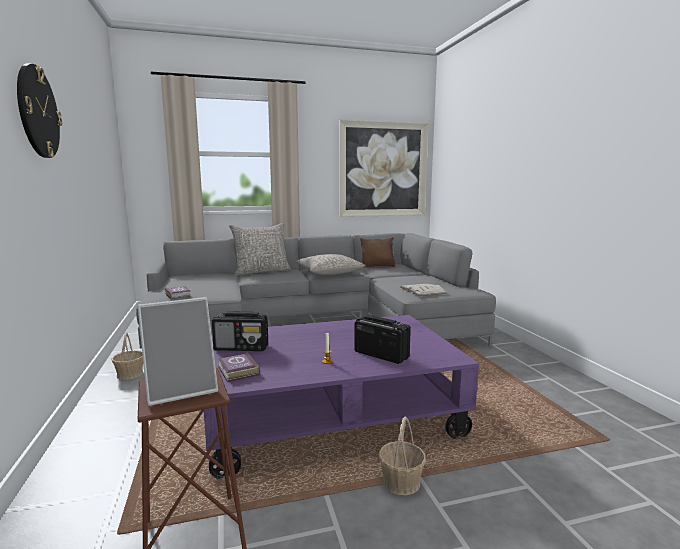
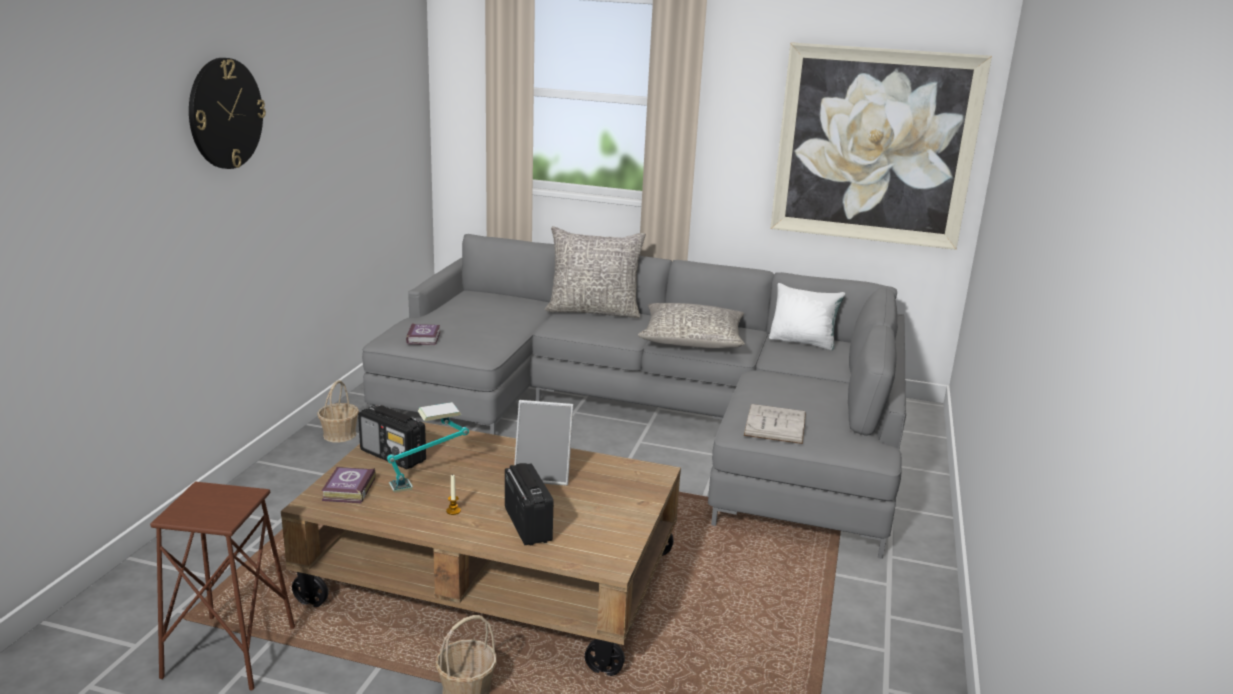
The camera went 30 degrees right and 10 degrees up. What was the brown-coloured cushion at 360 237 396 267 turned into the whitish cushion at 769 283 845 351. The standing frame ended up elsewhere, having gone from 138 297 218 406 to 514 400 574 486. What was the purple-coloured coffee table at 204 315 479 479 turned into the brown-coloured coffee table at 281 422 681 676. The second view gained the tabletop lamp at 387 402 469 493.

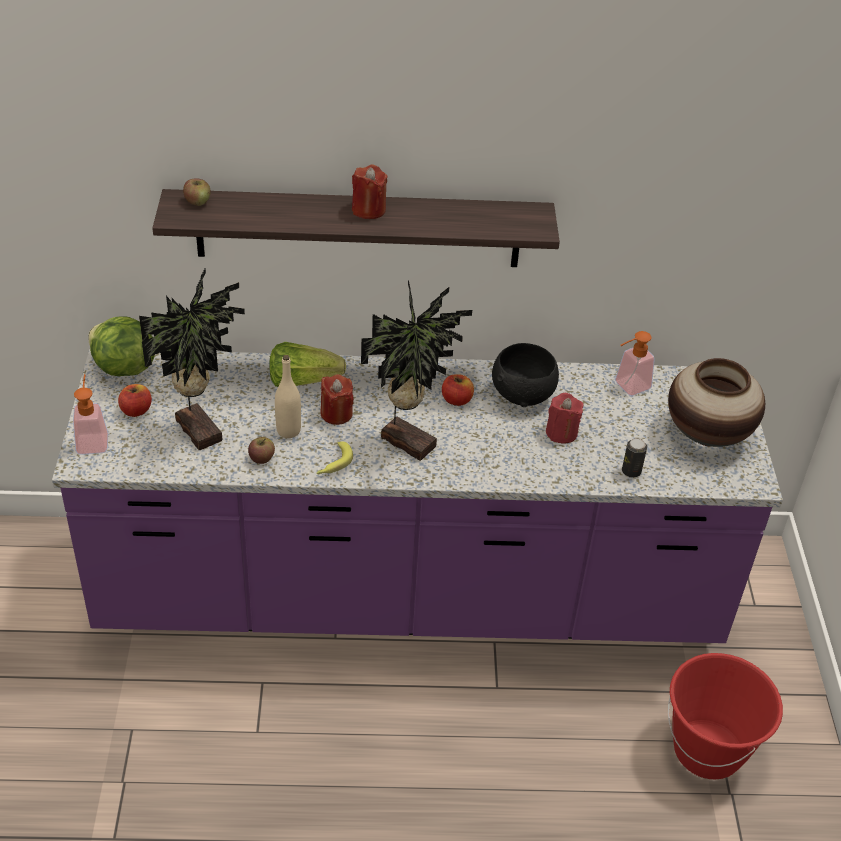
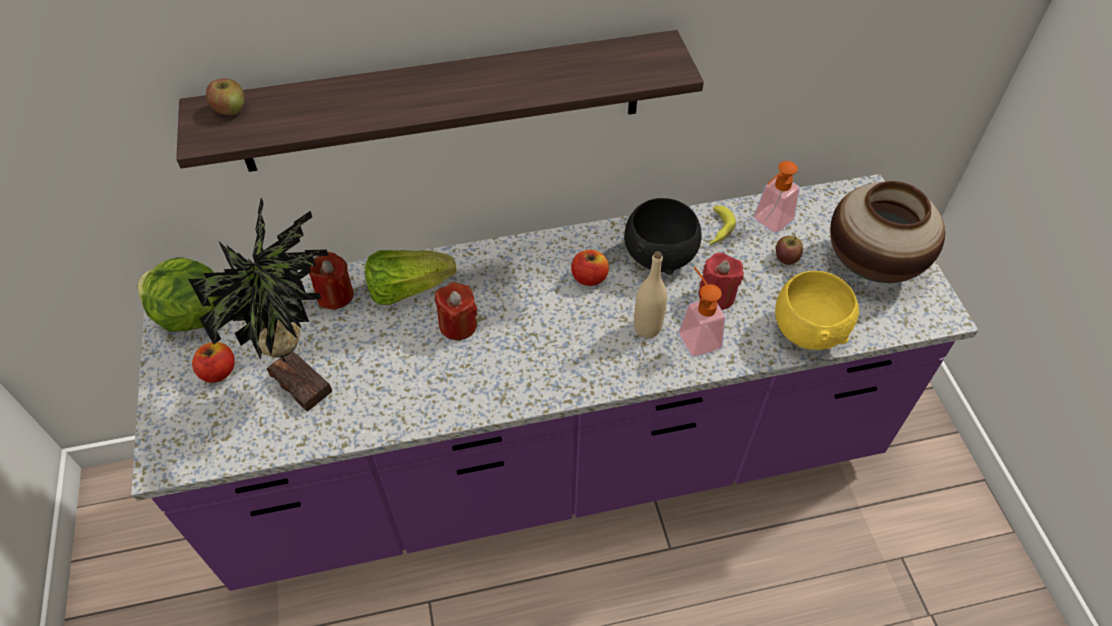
The camera went 10 degrees left and 10 degrees up. The reddish candle ended up elsewhere, having gone from 352 164 388 219 to 309 252 354 309. The second view lost the houseplant at 361 280 472 461. The beige-coloured drink bottle ended up elsewhere, having gone from 275 355 301 438 to 634 251 667 338. The soap bottle ended up elsewhere, having gone from 73 374 108 455 to 678 267 725 357. The apple fruit ended up elsewhere, having gone from 248 437 275 464 to 776 236 803 265. Where the metal can stood at 622 438 647 478, the yellow-coloured serving bowl came to stand at 775 271 859 350. The banana ended up elsewhere, having gone from 316 441 353 475 to 710 205 736 245. The second view lost the reddish bucket at 668 653 783 779.

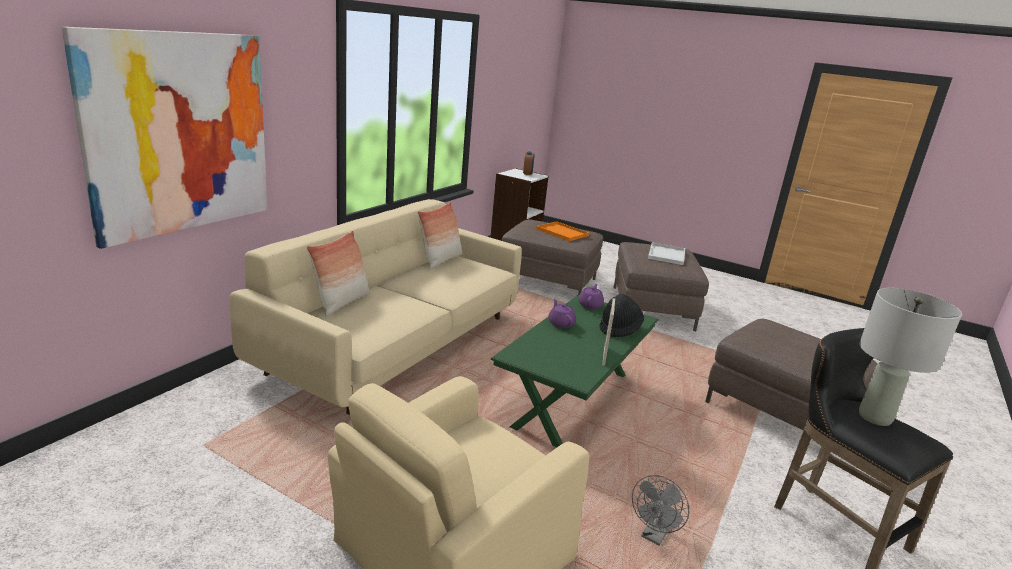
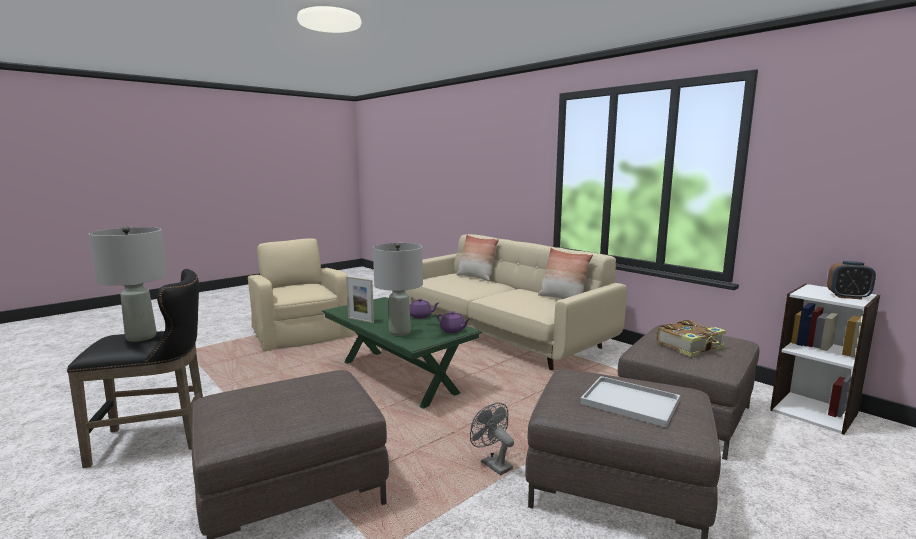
The camera went 110 degrees right and 10 degrees down. The second view lost the wall art at 62 27 267 249. Where the orange-coloured serving tray stood at 536 221 589 241, the bound book came to stand at 656 320 726 357. Where the black hat stood at 599 294 644 337, the grey tabletop lamp came to stand at 373 243 423 336. The grey cooling fan ended up elsewhere, having gone from 632 475 689 546 to 470 403 514 475.

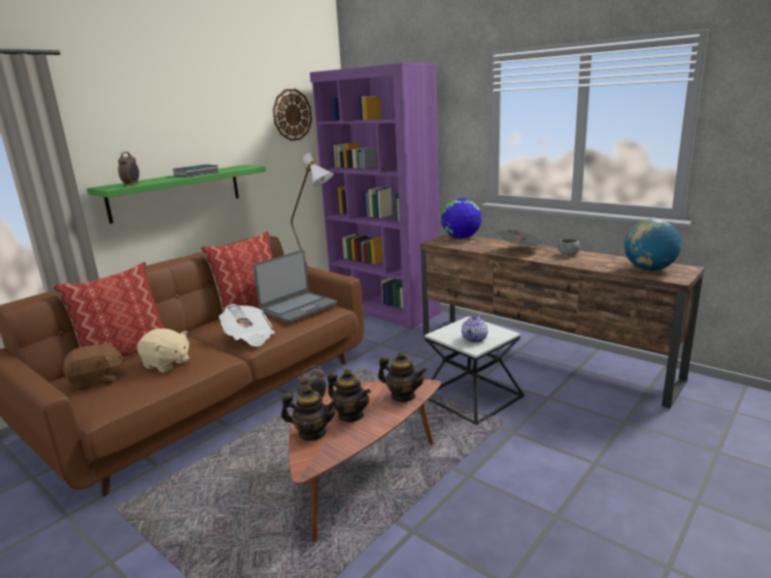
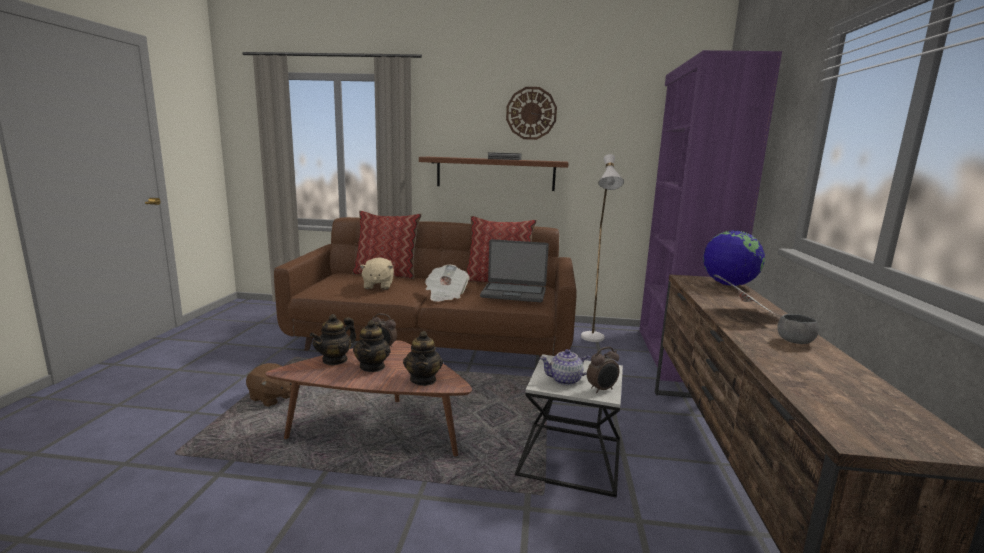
The camera went 55 degrees right and 5 degrees down. The hanging clock ended up elsewhere, having gone from 273 89 312 141 to 506 87 557 140. The alarm clock ended up elsewhere, having gone from 118 152 139 186 to 587 347 620 393. What was the green wall shelf at 87 165 266 224 turned into the brown-coloured wall shelf at 419 157 569 191. The second view lost the world globe at 624 219 681 271. The brown-coloured soft toy ended up elsewhere, having gone from 63 341 126 391 to 246 363 292 407. The pot for tea at 281 385 338 441 ended up facing another way, 60 degrees clockwise from before.

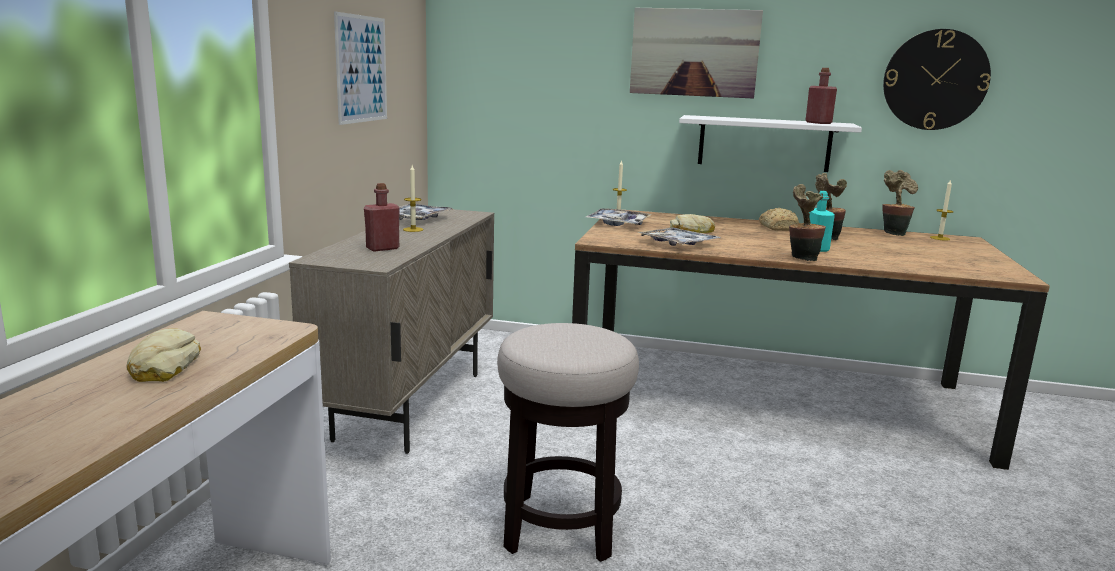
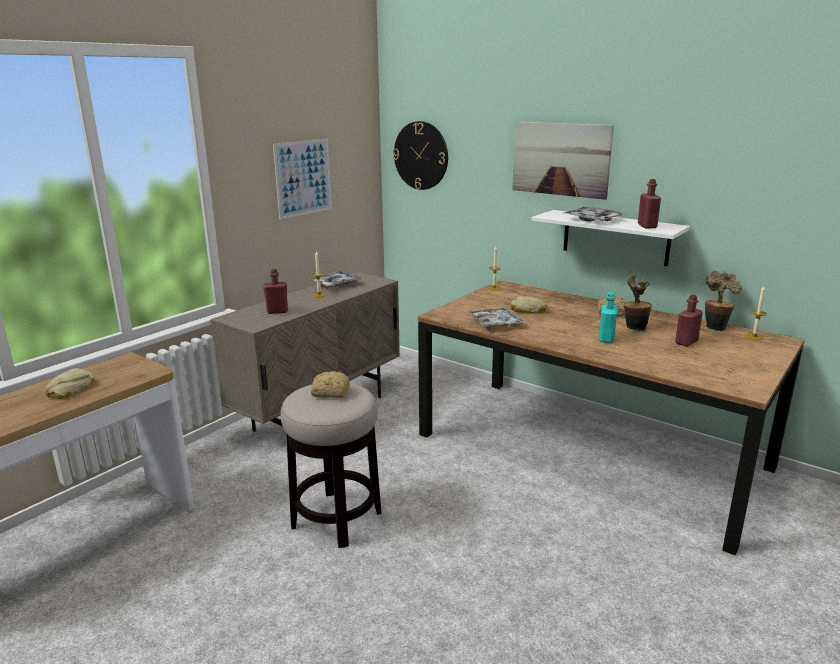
The camera went 25 degrees right and 5 degrees up. The hanging clock ended up elsewhere, having gone from 883 29 991 130 to 393 121 448 190. The second view lost the houseplant at 789 184 826 261. The serving tray ended up elsewhere, having gone from 586 208 652 226 to 563 207 624 222. The second view gained the reddish drink bottle at 675 295 703 347. The second view gained the bread at 311 371 350 398.

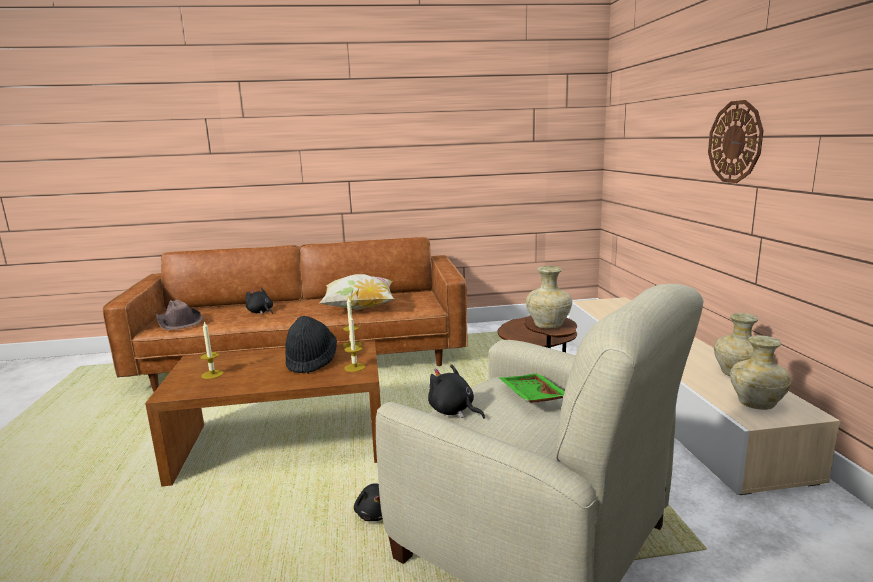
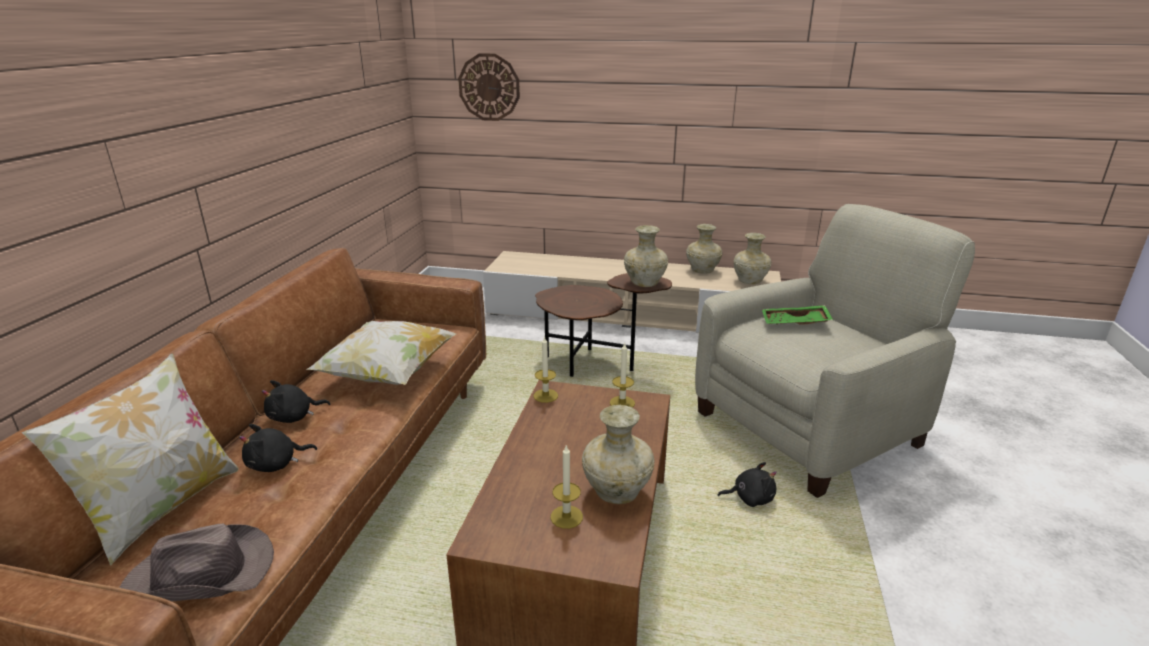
The camera went 70 degrees left and 10 degrees up. The hanging clock ended up elsewhere, having gone from 708 100 764 183 to 458 53 520 121. The second view lost the black hat at 285 316 337 374. The black soft toy ended up elsewhere, having gone from 428 364 485 419 to 262 380 331 423. The second view gained the cushion at 22 354 239 565. The second view gained the beige-coloured flower vase at 582 405 655 504.

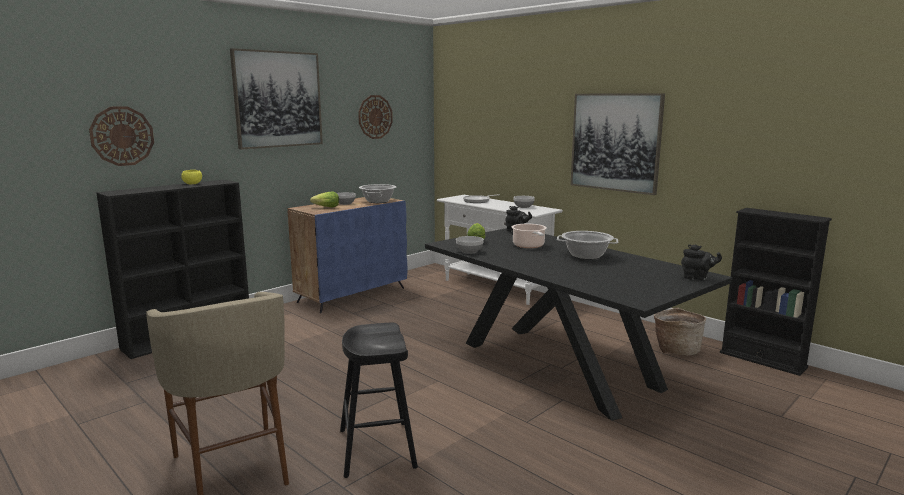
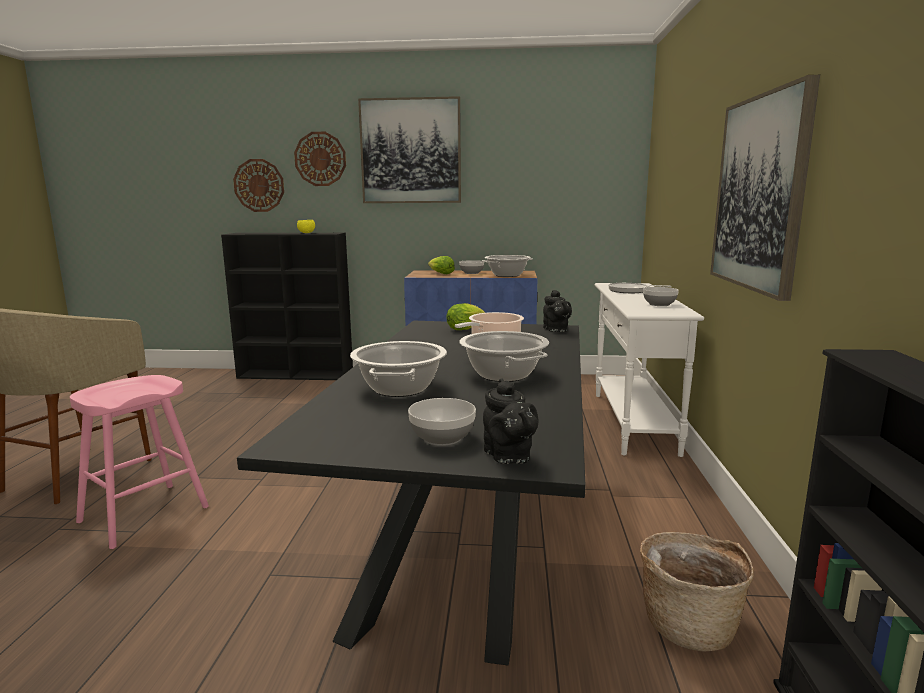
The camera went 50 degrees right and 0 degrees up. The hanging clock ended up elsewhere, having gone from 358 95 393 139 to 294 132 346 186. The serving bowl ended up elsewhere, having gone from 456 236 484 254 to 408 398 476 446. What was the black stool at 340 323 418 478 turned into the pink-coloured stool at 70 375 209 549. The second view gained the cooking pot at 350 341 447 397.

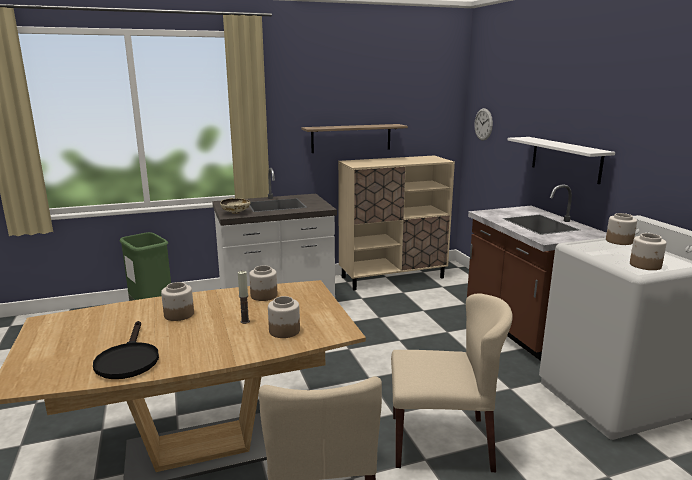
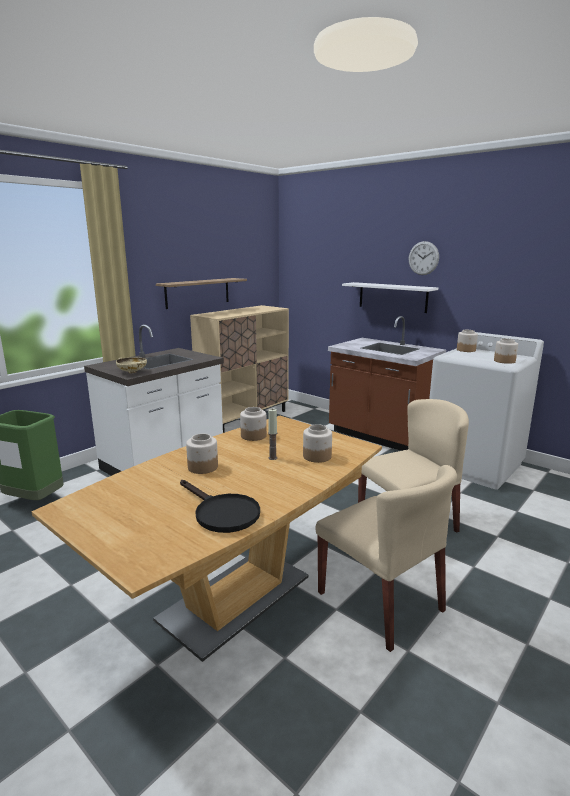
The camera went 30 degrees left and 0 degrees up. The hanging clock ended up elsewhere, having gone from 474 108 493 141 to 409 241 439 275.

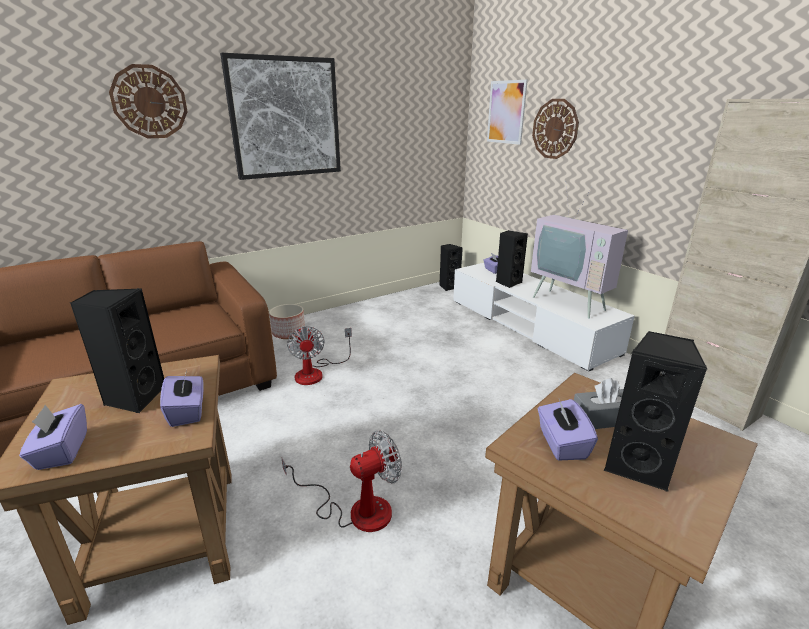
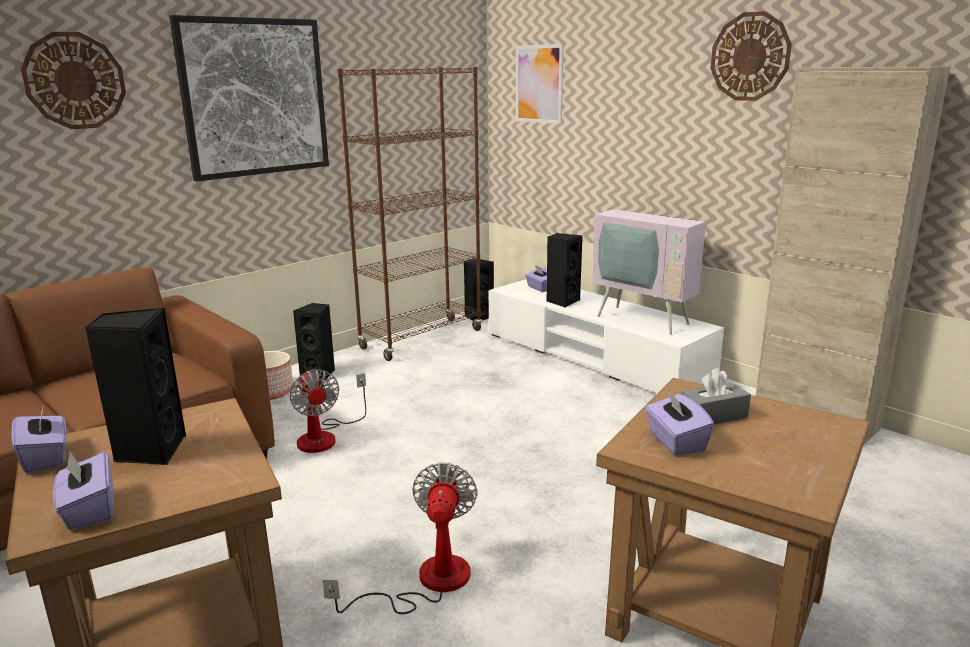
The camera went 10 degrees left and 5 degrees down. The hanging clock ended up elsewhere, having gone from 532 99 579 159 to 711 11 792 101. The black audio speaker ended up elsewhere, having gone from 603 331 708 492 to 293 303 335 380. The purple-coloured box of tissues ended up elsewhere, having gone from 160 370 204 427 to 12 404 67 474. The cooling fan at 281 431 402 532 ended up facing another way, 45 degrees counterclockwise from before. The second view gained the brown-coloured bookshelf at 338 67 482 361.

